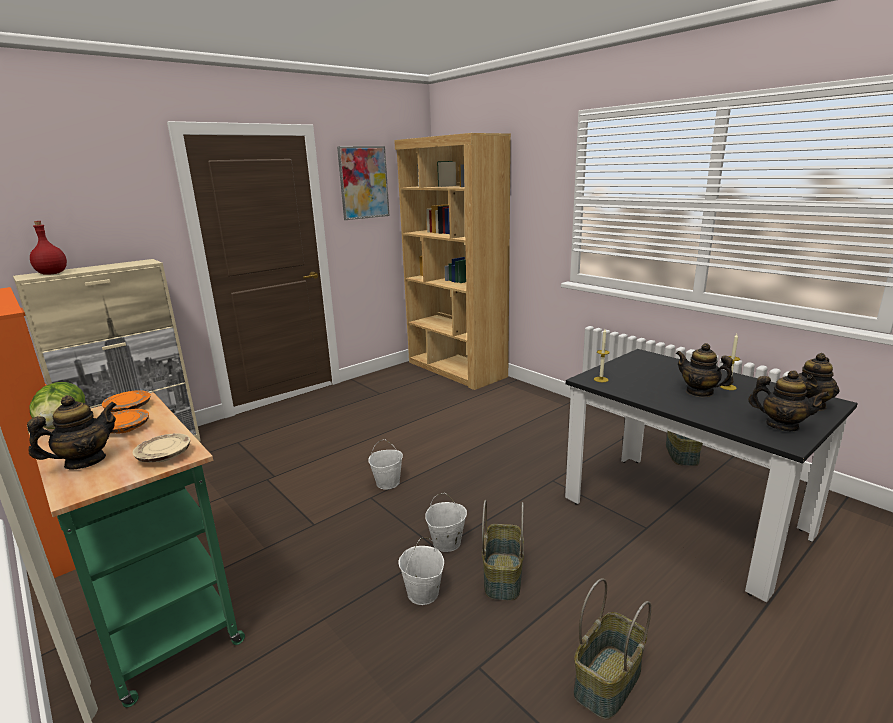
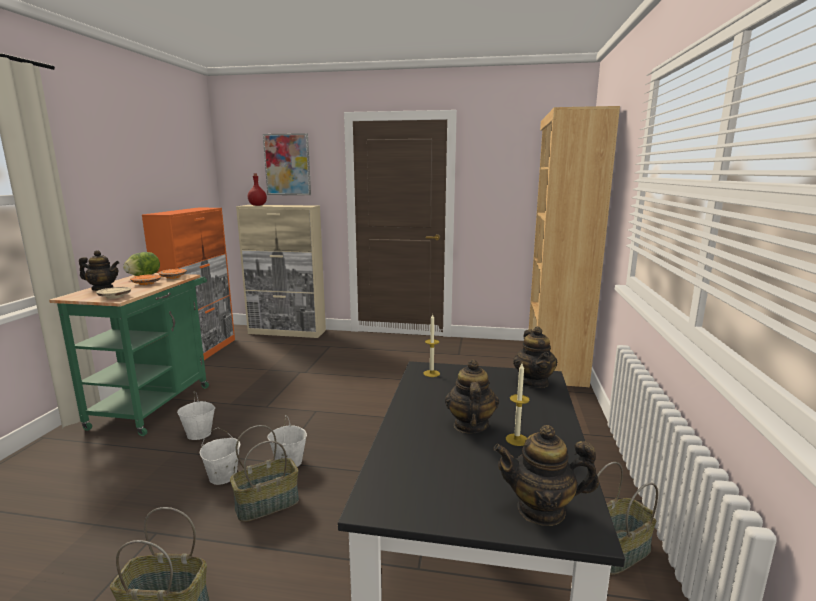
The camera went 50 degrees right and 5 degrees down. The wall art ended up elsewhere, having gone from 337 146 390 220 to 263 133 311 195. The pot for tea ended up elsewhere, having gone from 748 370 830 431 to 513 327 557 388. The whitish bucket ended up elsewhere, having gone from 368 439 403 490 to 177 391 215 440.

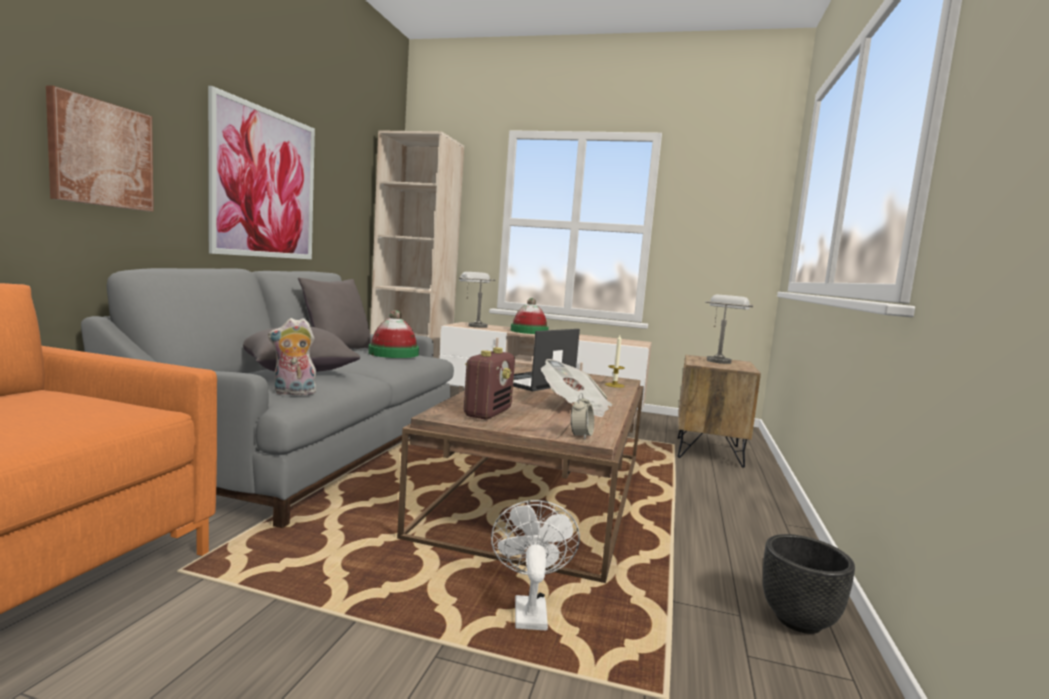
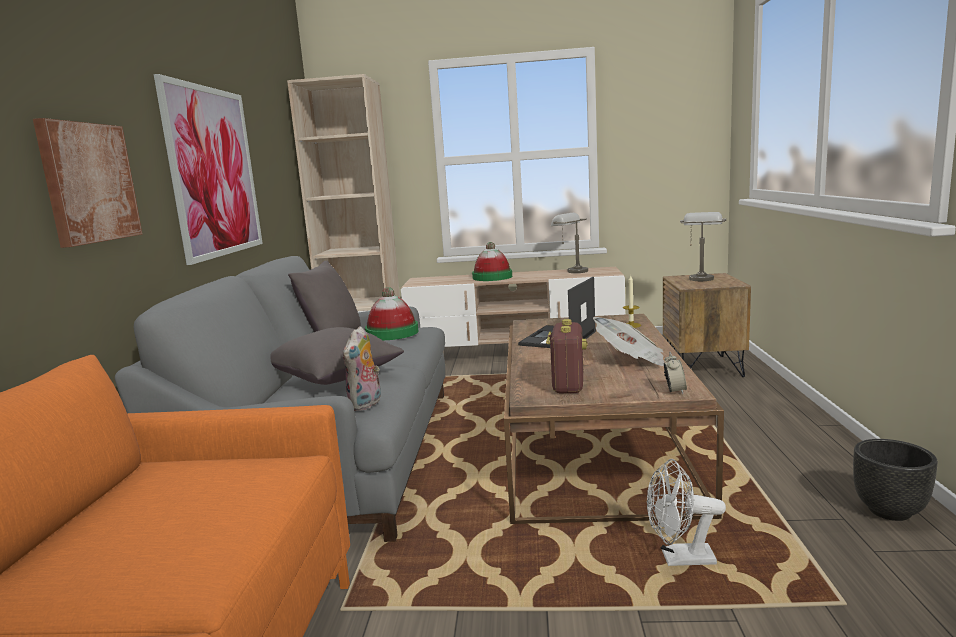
The camera went 10 degrees left and 5 degrees up. The grey tabletop lamp ended up elsewhere, having gone from 459 272 495 328 to 551 213 588 273. The soft toy at 268 318 318 395 ended up facing another way, 45 degrees counterclockwise from before. The whitish cooling fan at 491 500 580 630 ended up facing another way, 75 degrees counterclockwise from before.

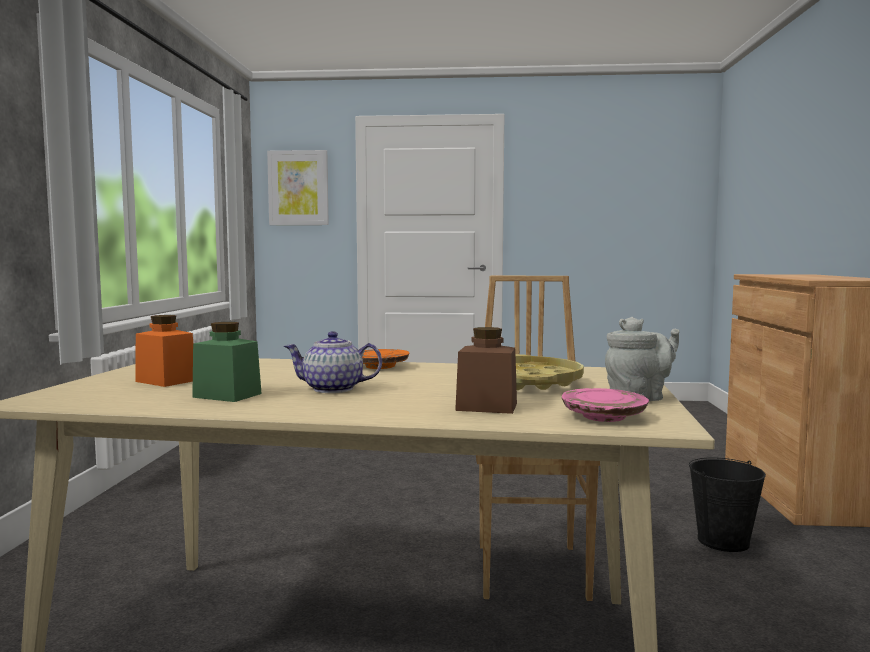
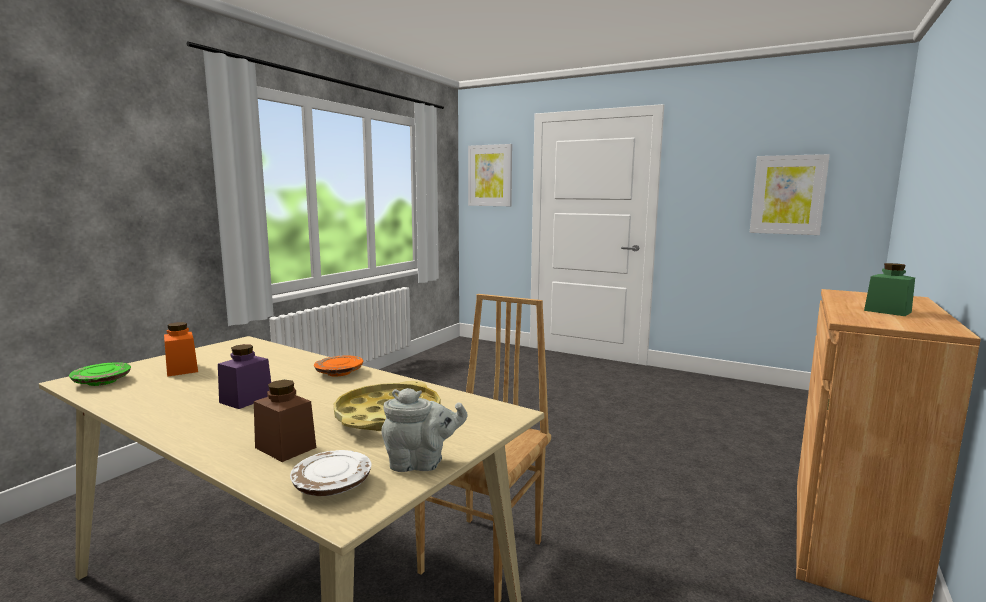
The camera went 25 degrees right and 5 degrees up. The green storage jar ended up elsewhere, having gone from 192 322 262 402 to 864 263 915 316. Where the pot for tea stood at 284 331 382 393, the purple-coloured storage jar came to stand at 218 344 271 409. What was the pink-coloured flat dish at 562 388 649 422 turned into the whitish flat dish at 290 450 372 496. The second view lost the black bucket at 689 458 766 552. The second view gained the wall art at 750 154 830 235. The second view gained the green flat dish at 69 362 131 386.

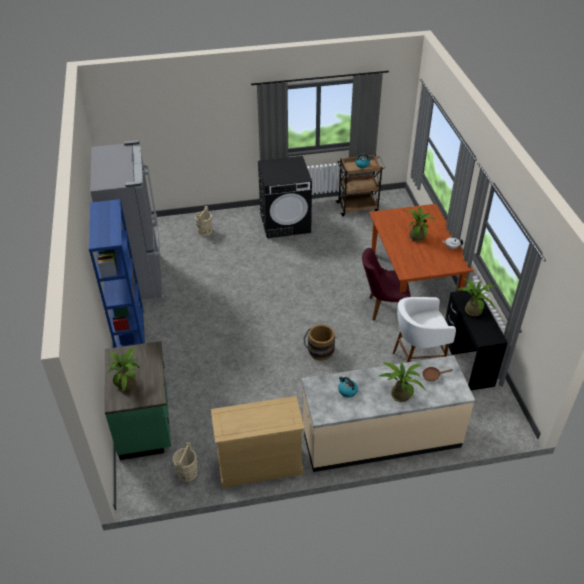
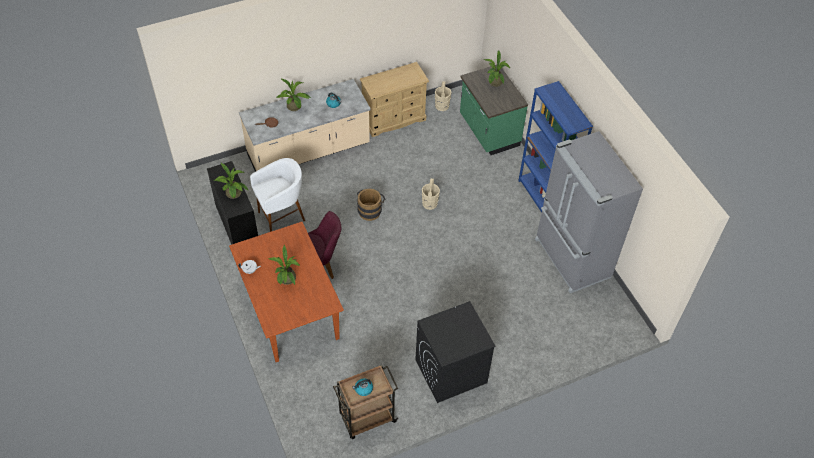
The camera went 165 degrees right and 10 degrees up. The beige-coloured bucket ended up elsewhere, having gone from 195 206 212 236 to 422 179 440 210.

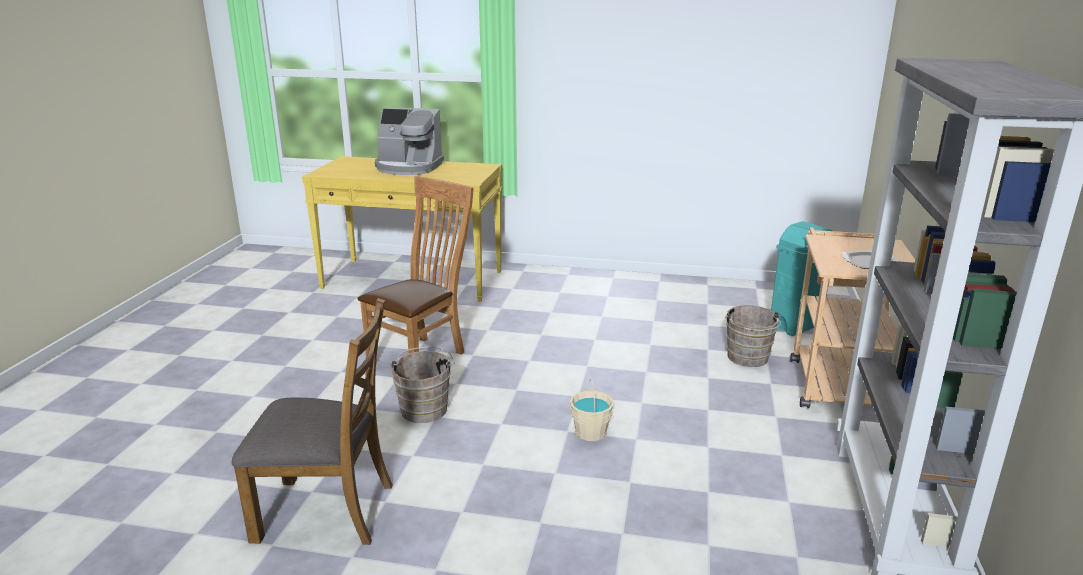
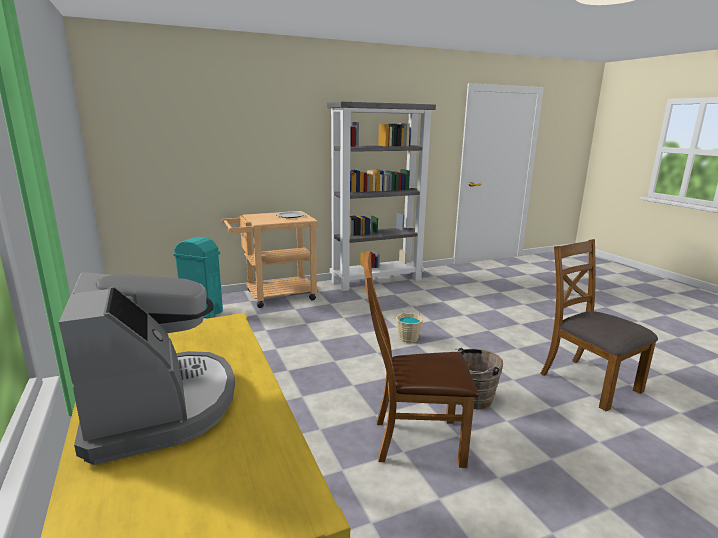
The camera went 125 degrees left and 5 degrees down. The second view lost the brown-coloured bucket at 725 305 781 367.

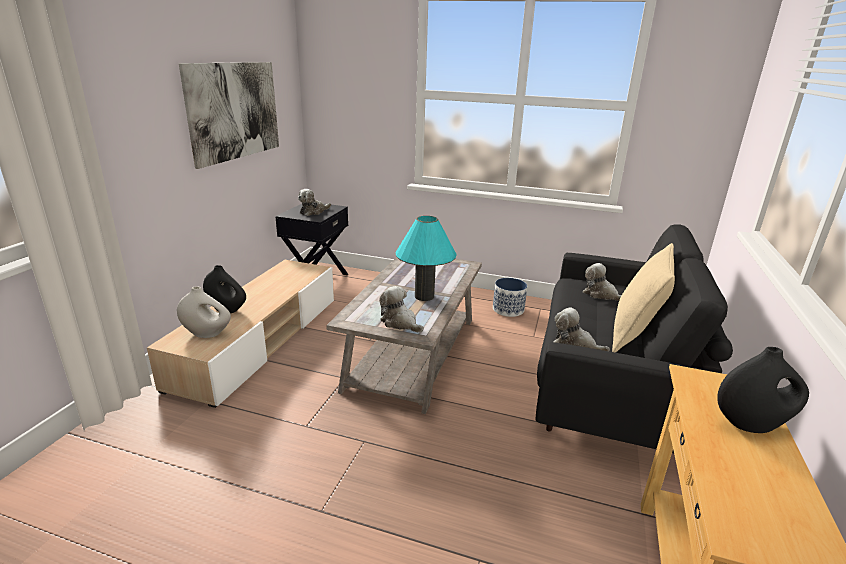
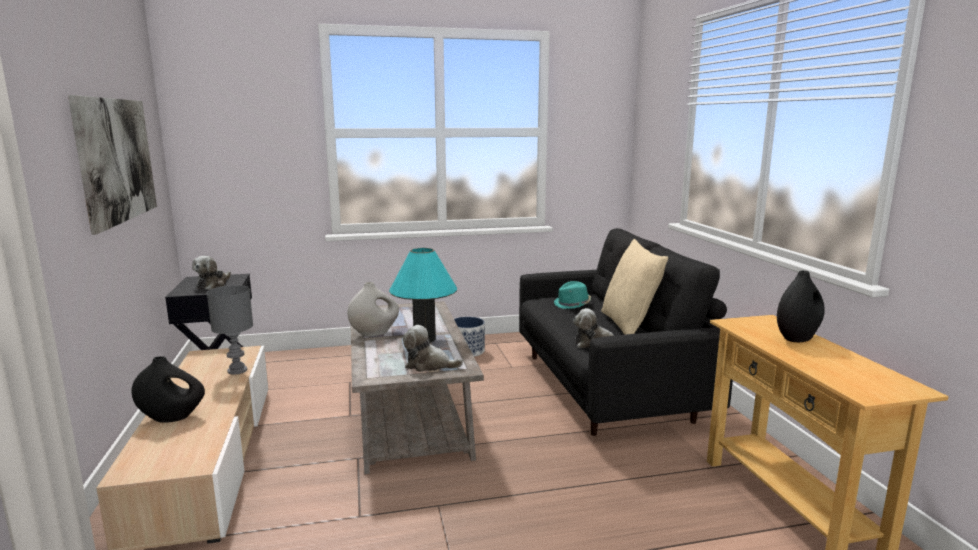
The camera went 30 degrees left and 10 degrees down. Where the soft toy stood at 583 263 622 301, the blue-green hat came to stand at 554 281 591 309. The whitish flower vase ended up elsewhere, having gone from 177 287 231 338 to 347 282 399 337. The second view gained the grey tabletop lamp at 207 285 253 375.

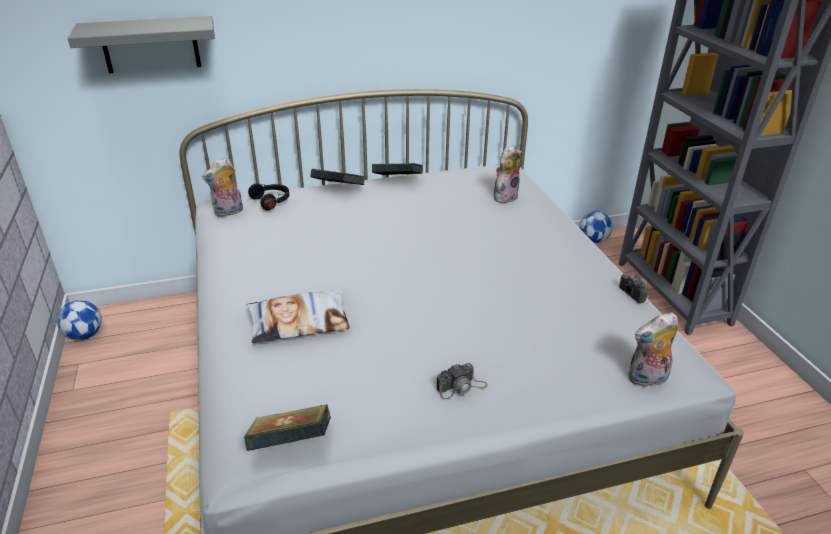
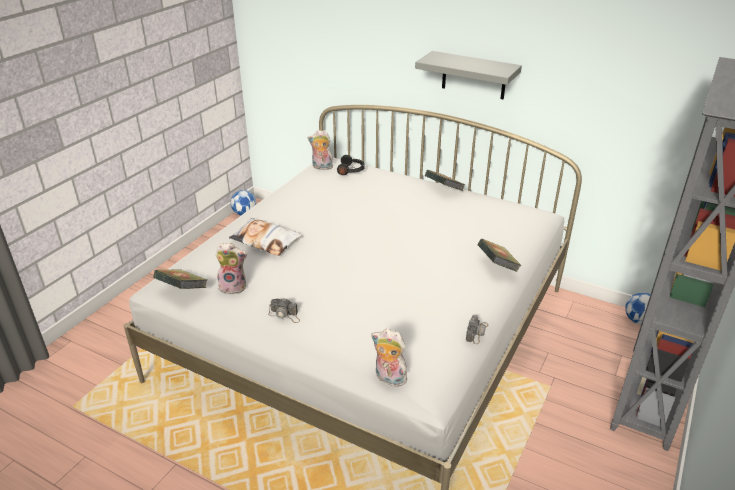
The camera went 45 degrees right and 0 degrees up. The grey wall shelf ended up elsewhere, having gone from 68 16 215 73 to 415 51 522 99. The soft toy ended up elsewhere, having gone from 494 145 522 203 to 216 243 247 294. The bound book ended up elsewhere, having gone from 310 169 365 185 to 478 239 522 272.

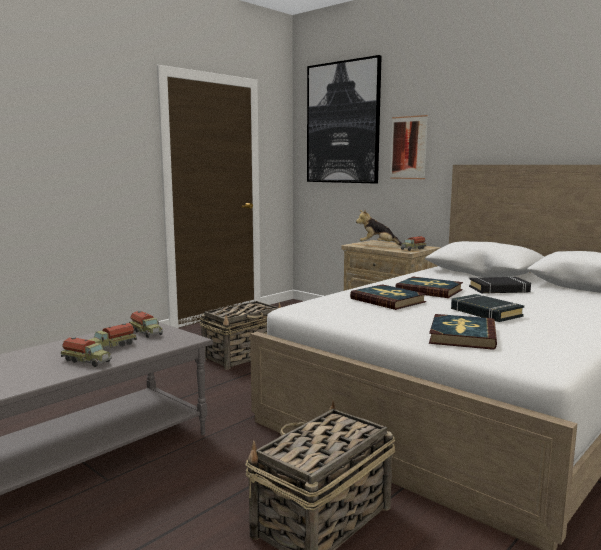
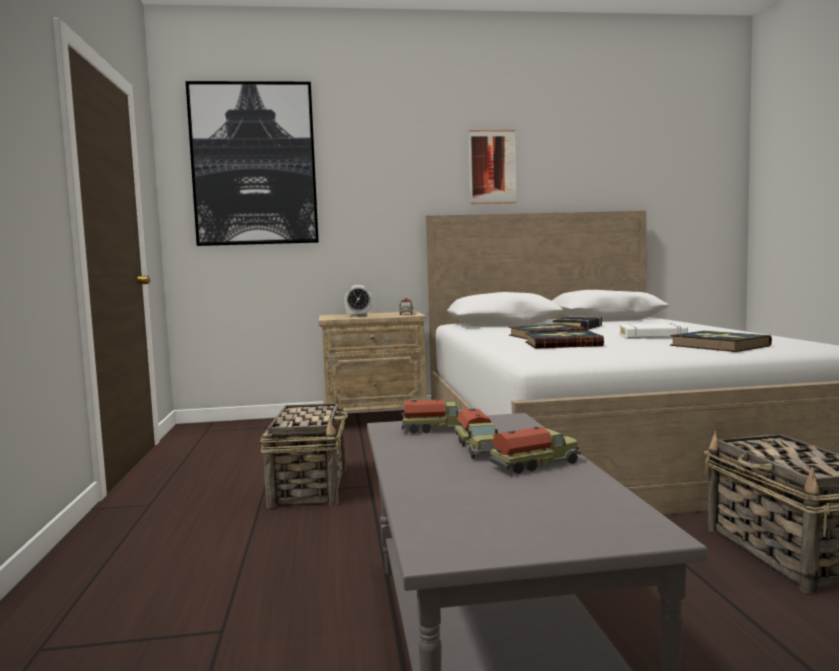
The camera went 50 degrees left and 5 degrees down. The wall art ended up elsewhere, having gone from 390 115 428 179 to 469 130 517 204. Where the soft toy stood at 356 210 402 246, the alarm clock came to stand at 344 285 372 317. What was the black bound book at 451 294 524 322 turned into the whitish bound book at 619 323 688 339.

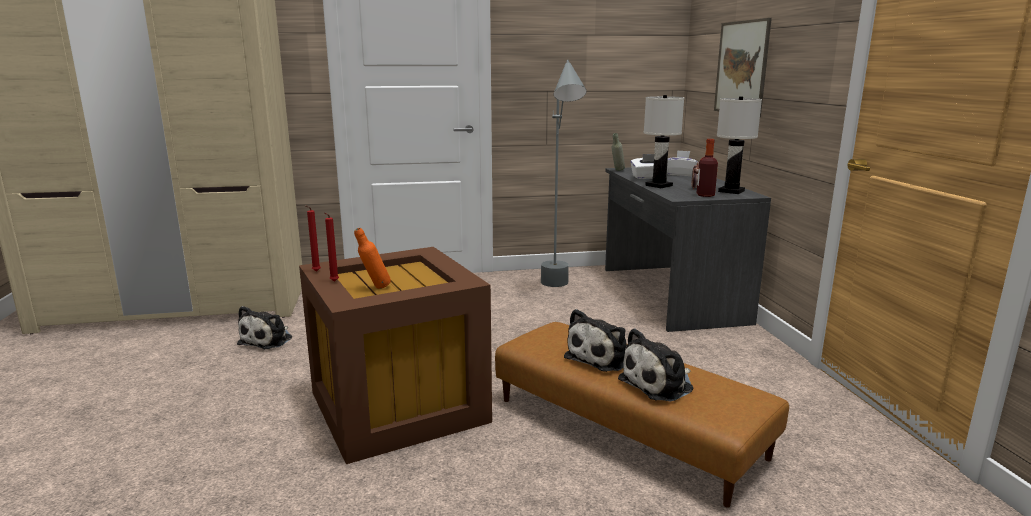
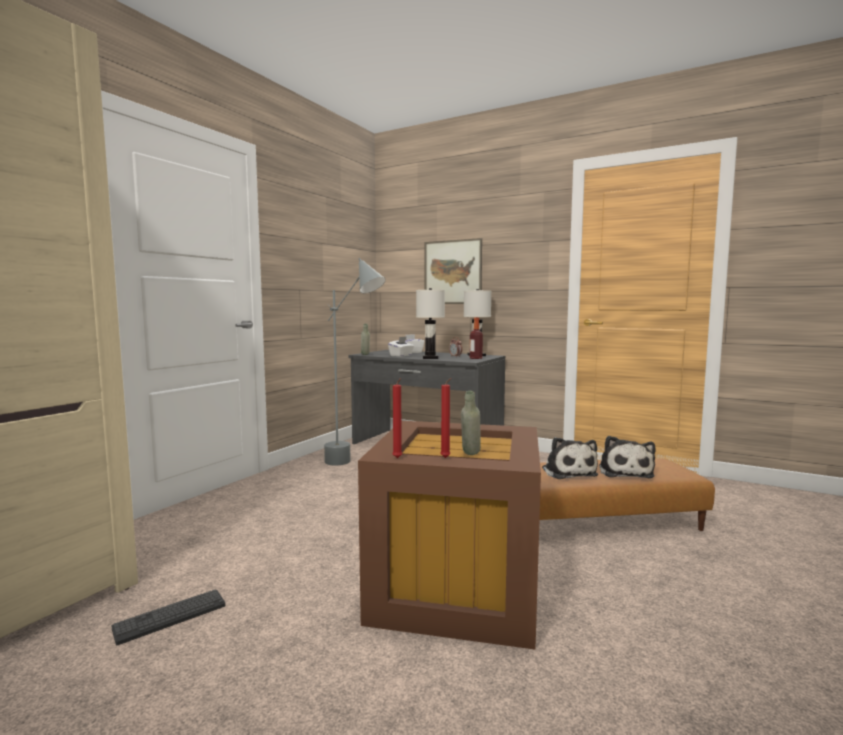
The camera went 50 degrees left and 10 degrees down. What was the orange-coloured drink bottle at 354 228 391 289 turned into the grey drink bottle at 461 391 481 455. Where the soft toy stood at 237 306 292 349, the PC keyboard came to stand at 112 589 225 645.

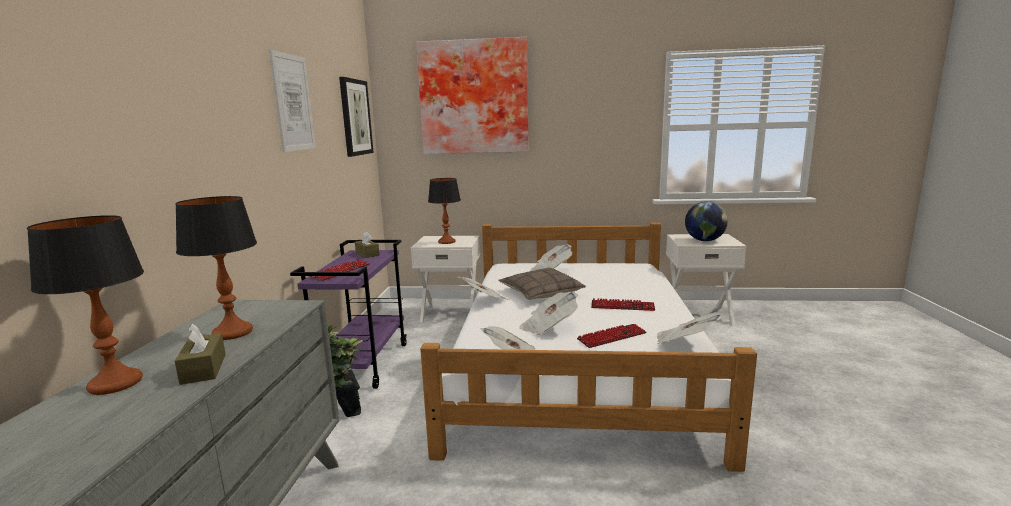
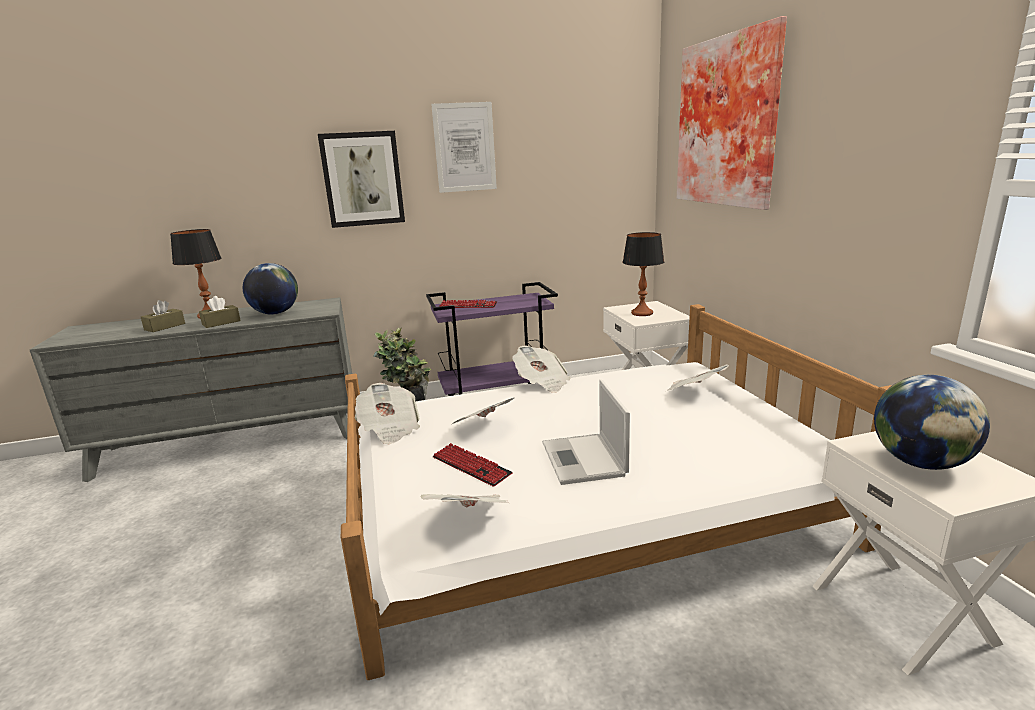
The camera went 70 degrees right and 5 degrees up. The wall art ended up elsewhere, having gone from 339 77 374 157 to 318 131 405 228. Where the tabletop lamp stood at 175 196 257 340, the world globe came to stand at 243 263 298 315. The brown-coloured box of tissues ended up elsewhere, having gone from 355 232 380 258 to 141 300 185 332. The second view lost the cushion at 498 268 586 300. Where the PC keyboard stood at 591 298 655 311, the notebook computer came to stand at 542 379 630 485.

